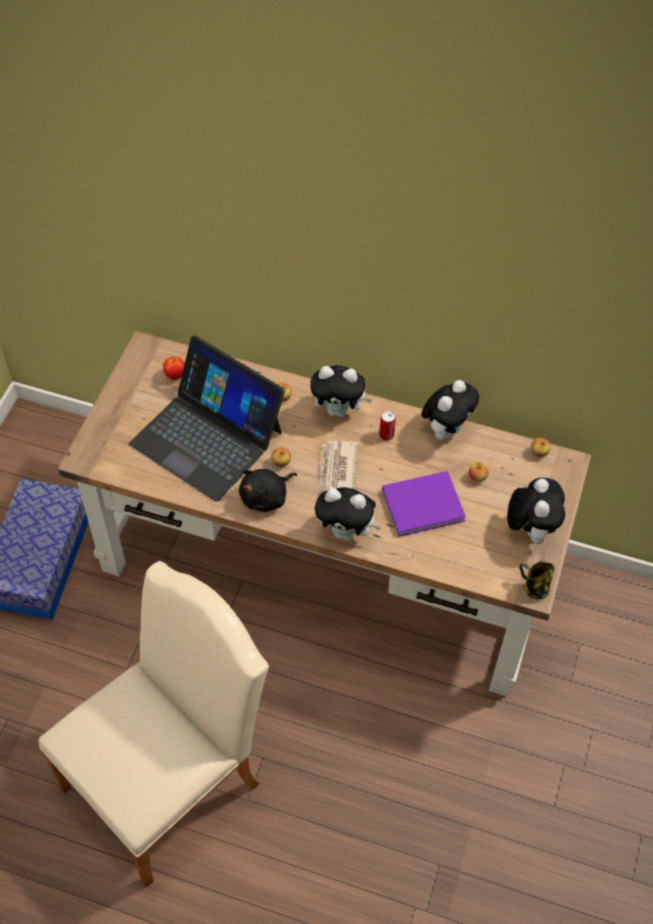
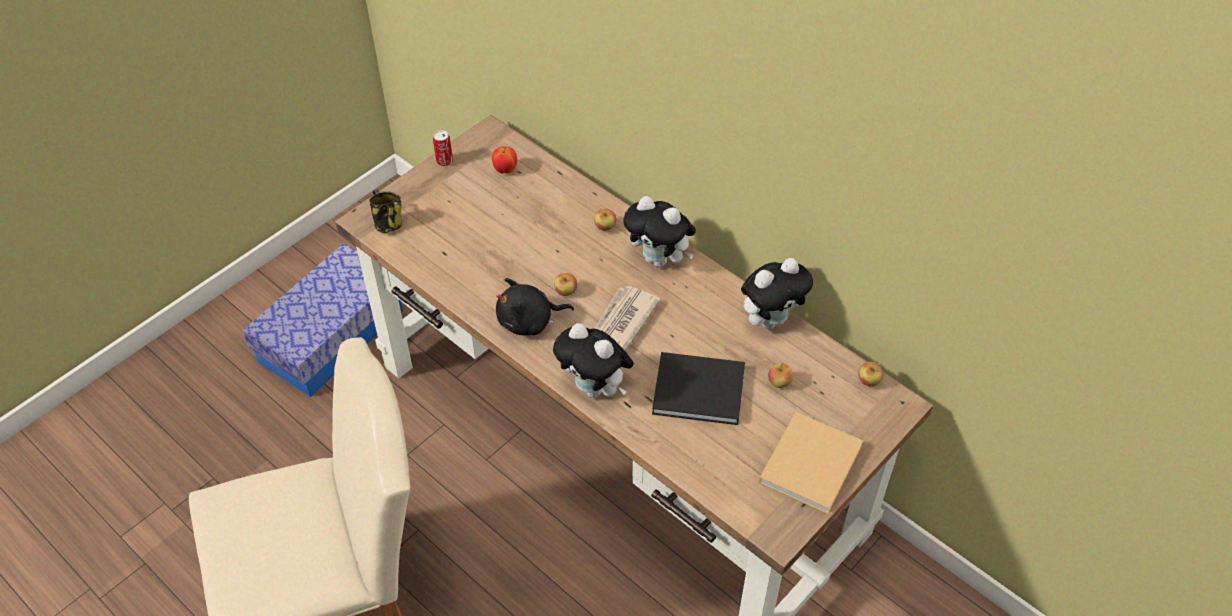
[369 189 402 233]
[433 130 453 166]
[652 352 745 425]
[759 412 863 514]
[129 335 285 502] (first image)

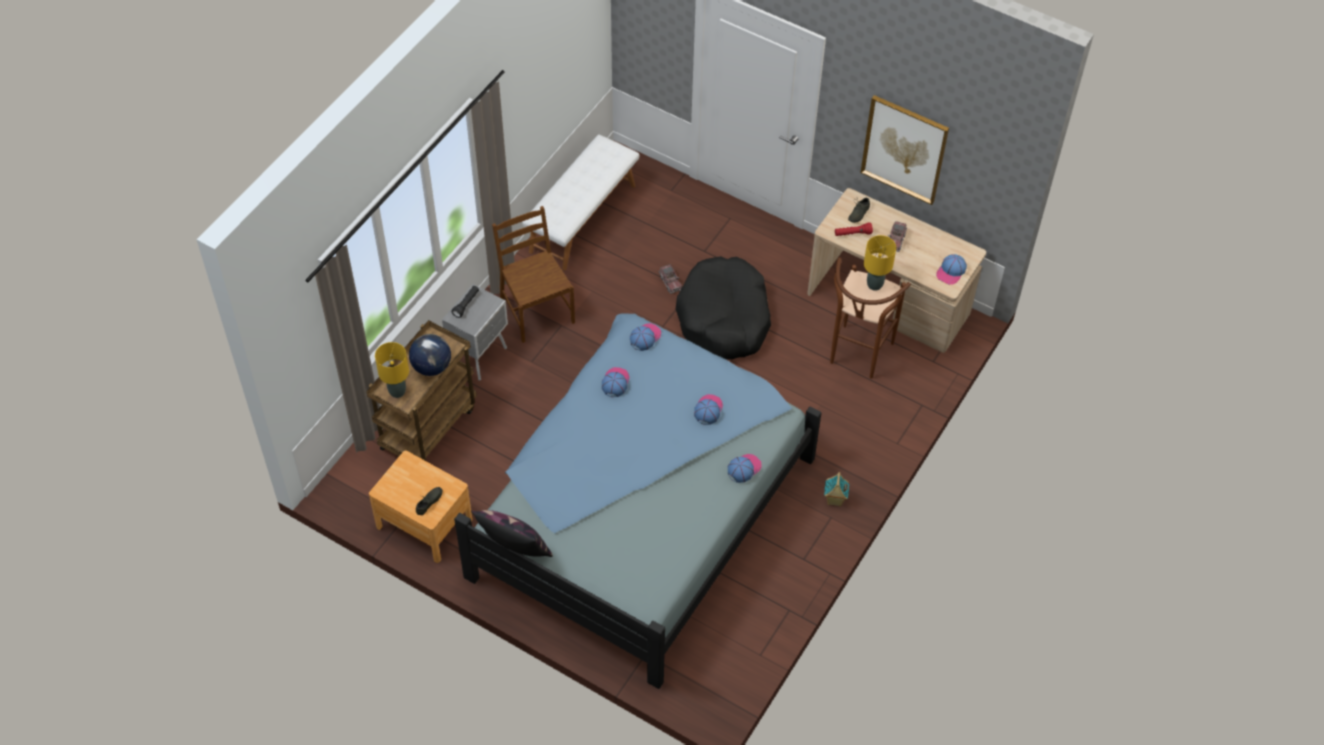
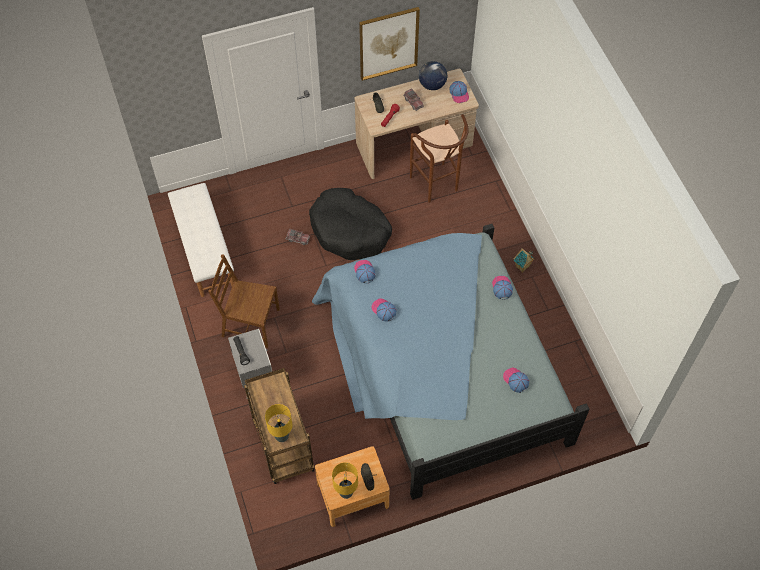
[332 462 358 499]
[419 61 447 90]
[503 367 529 393]
[471 510 553 557] (first image)

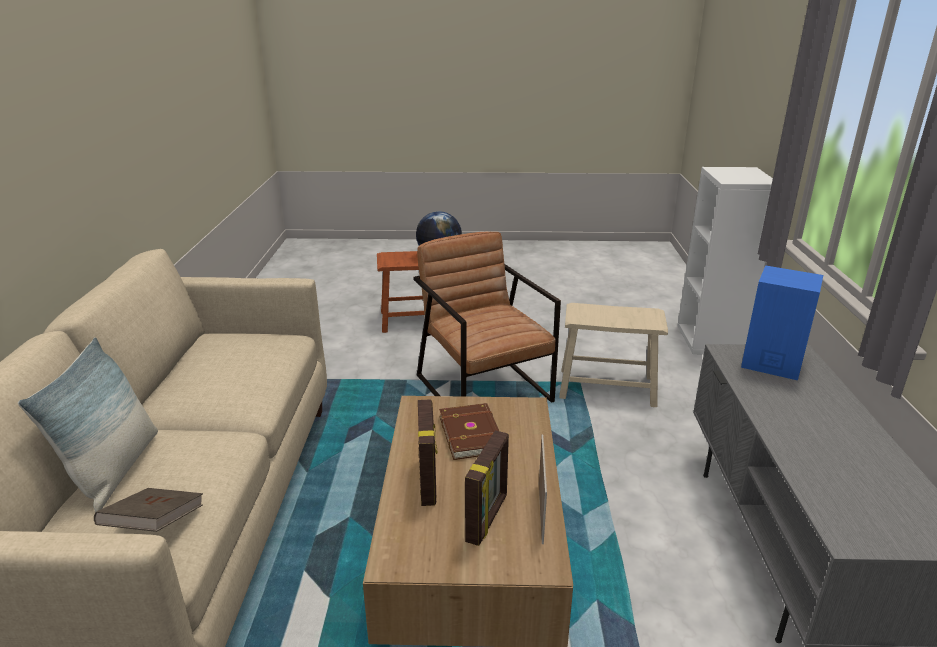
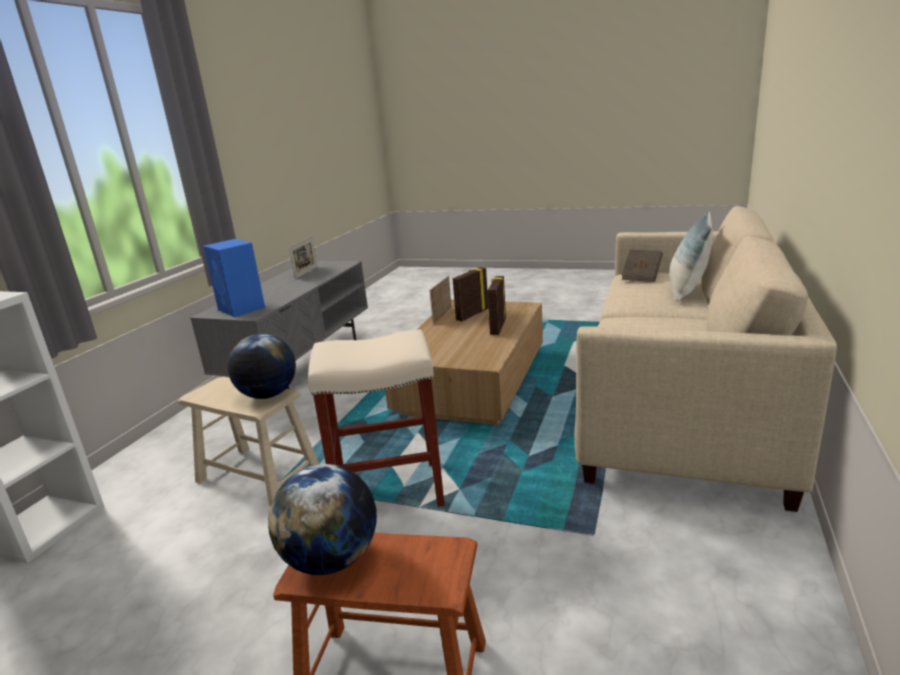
[228 334 296 399]
[289 237 317 279]
[308 329 445 507]
[439 403 499 460] (first image)

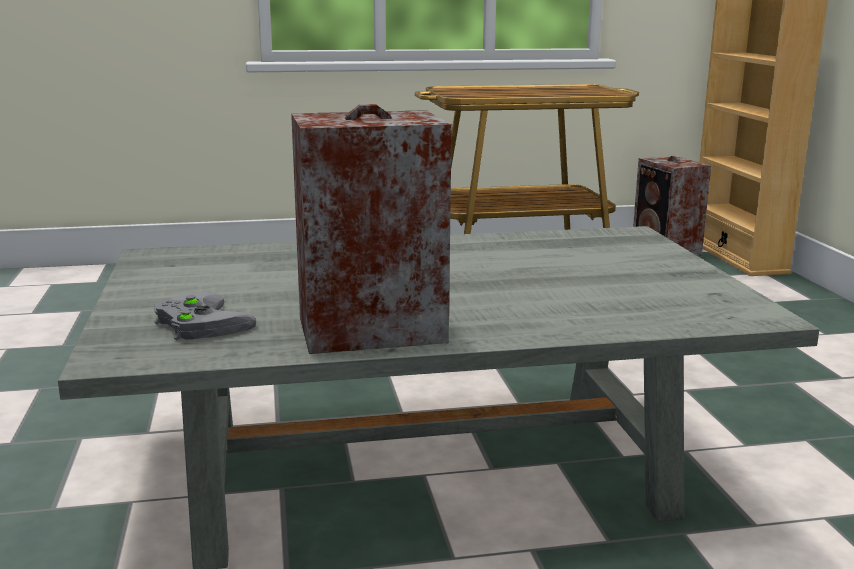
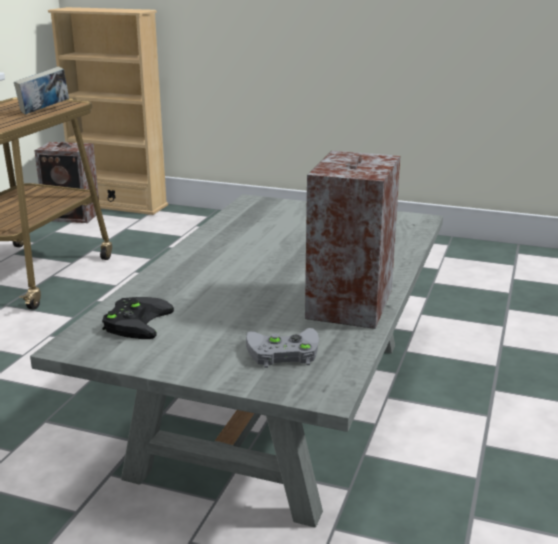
[14 67 69 114]
[102 297 174 339]

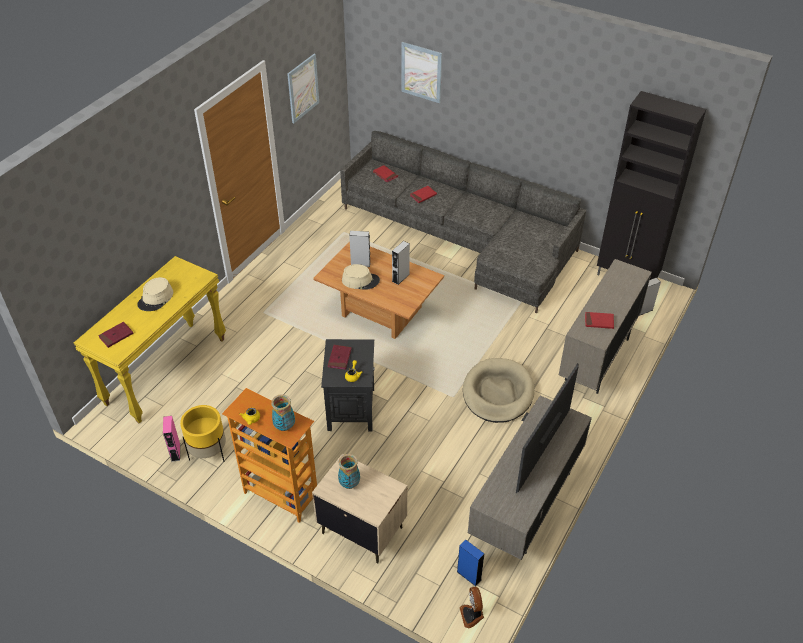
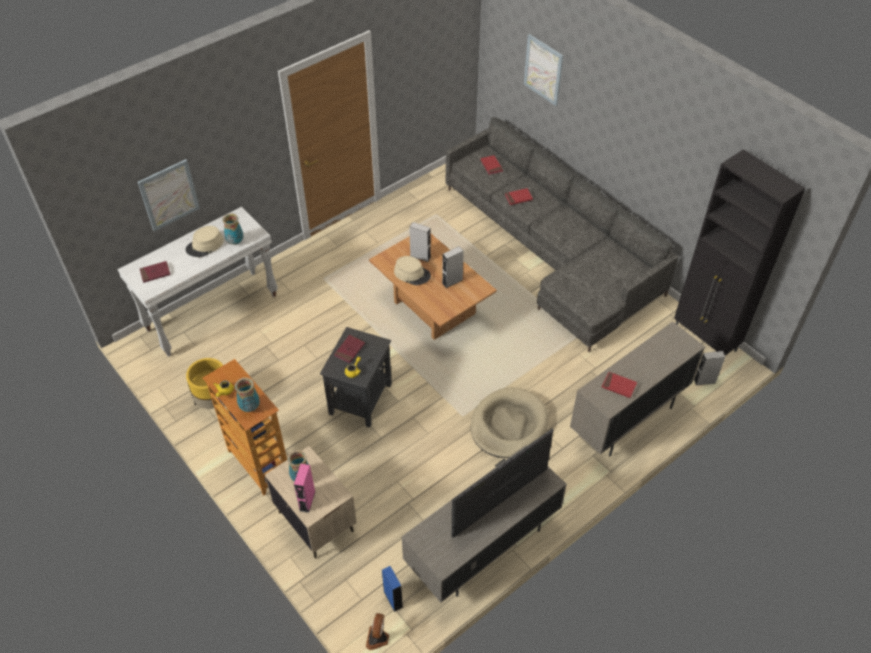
[117 207 278 357]
[138 159 200 231]
[222 214 243 245]
[294 463 316 513]

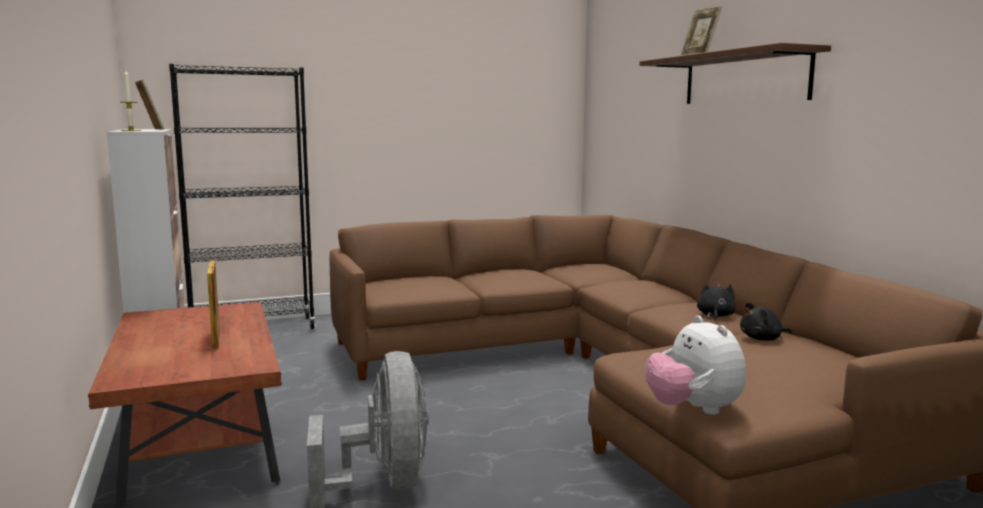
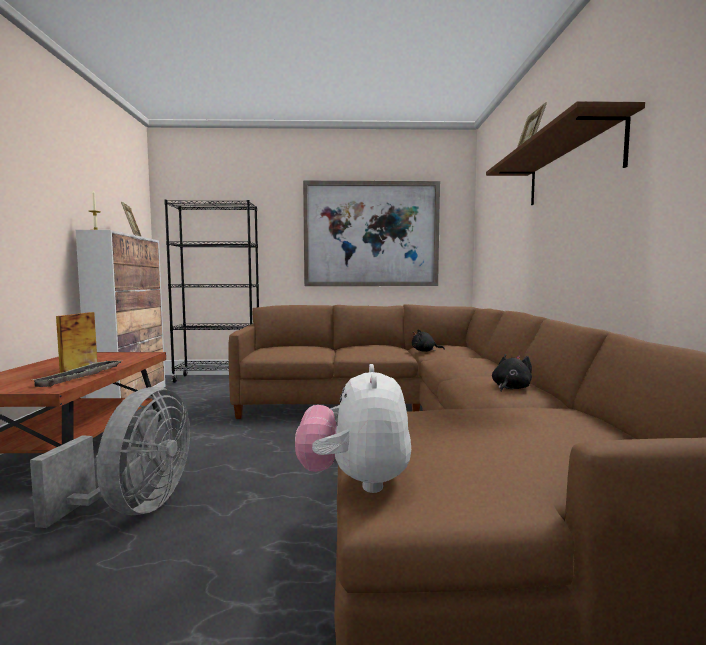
[33 360 121 387]
[303 181 440 286]
[412 330 445 352]

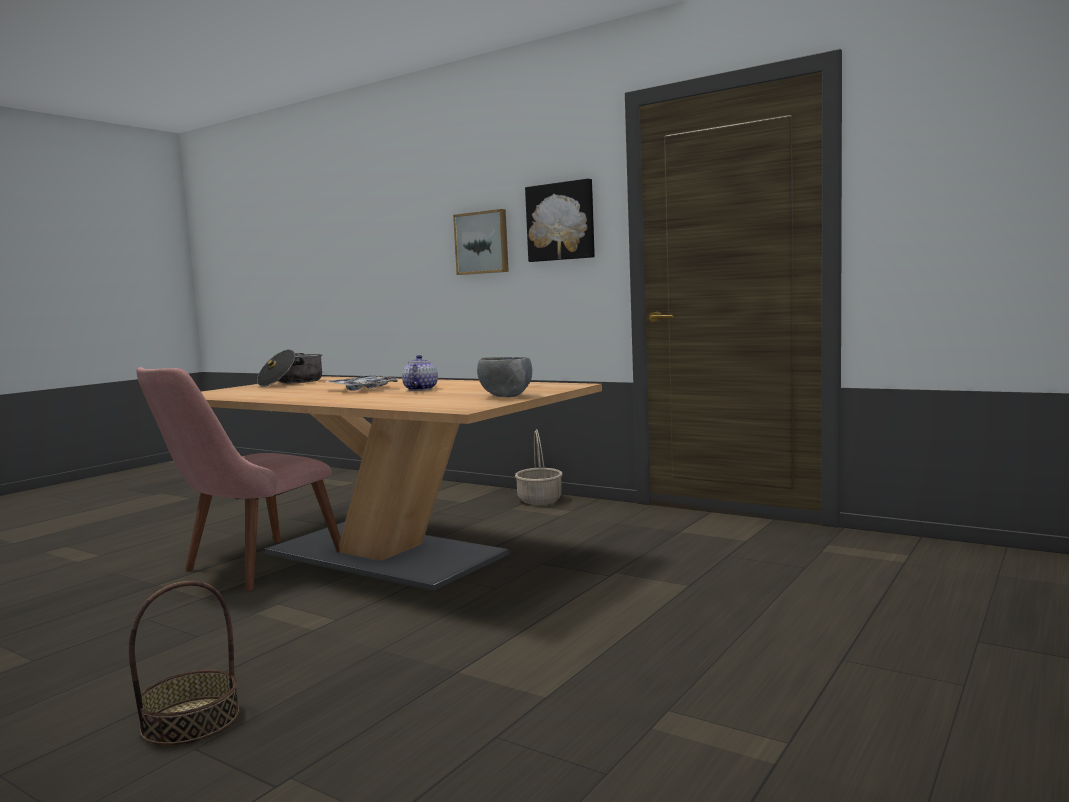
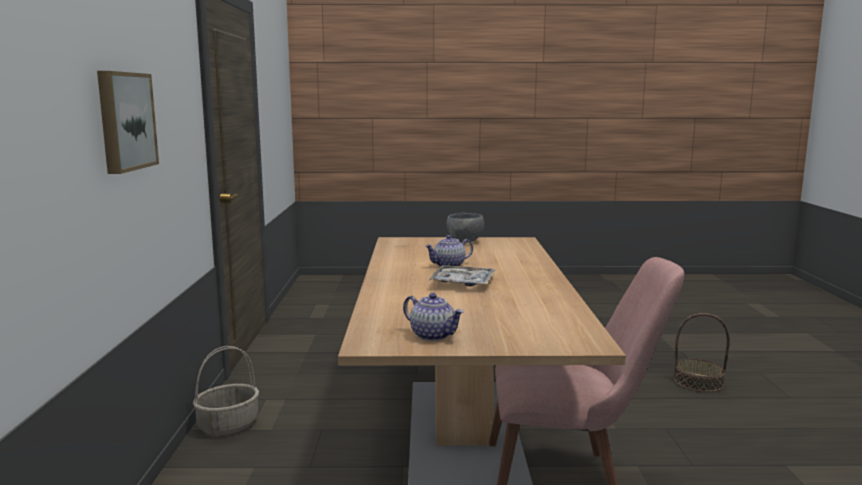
[403 293 464 341]
[525 178 595 262] (first image)

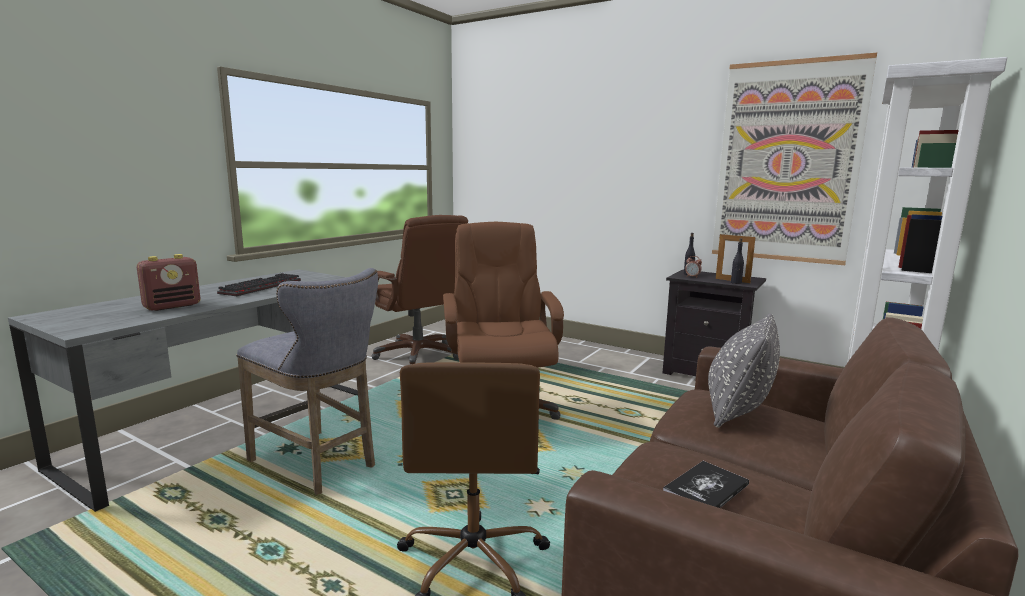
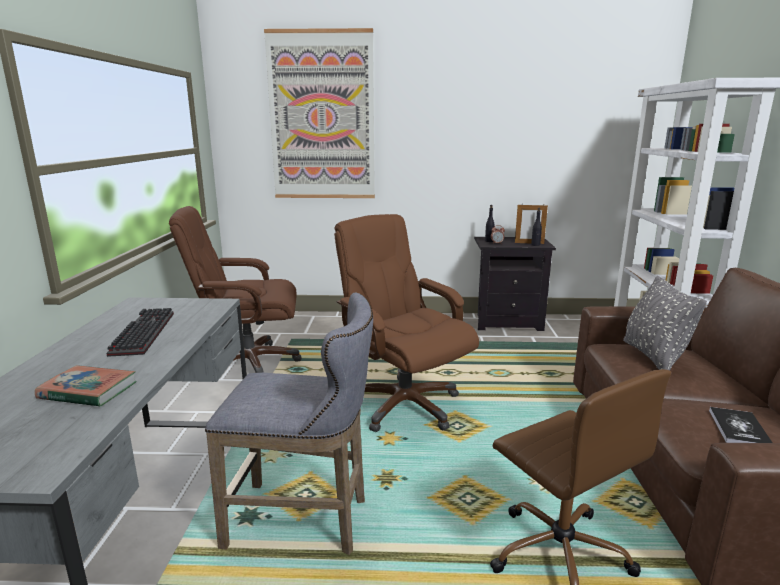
[35 365 136 407]
[169 206 301 373]
[264 28 375 198]

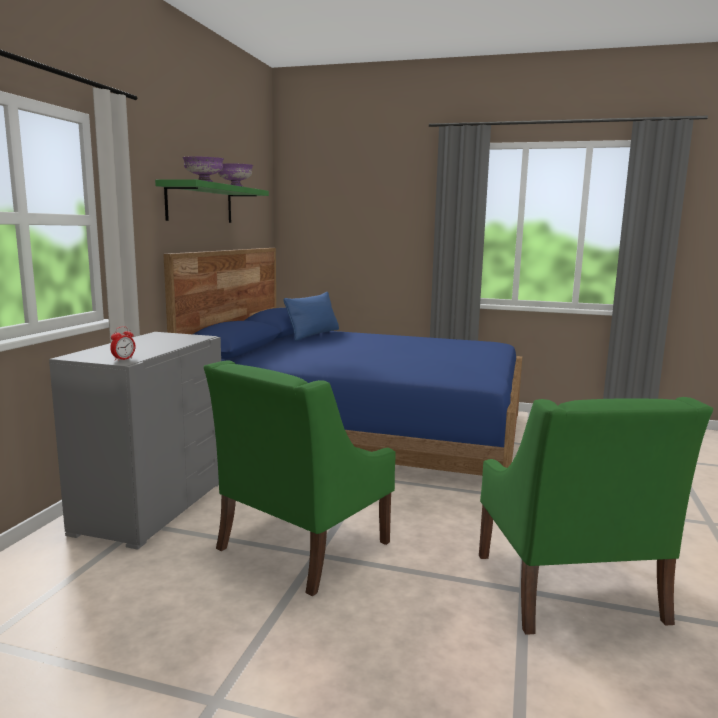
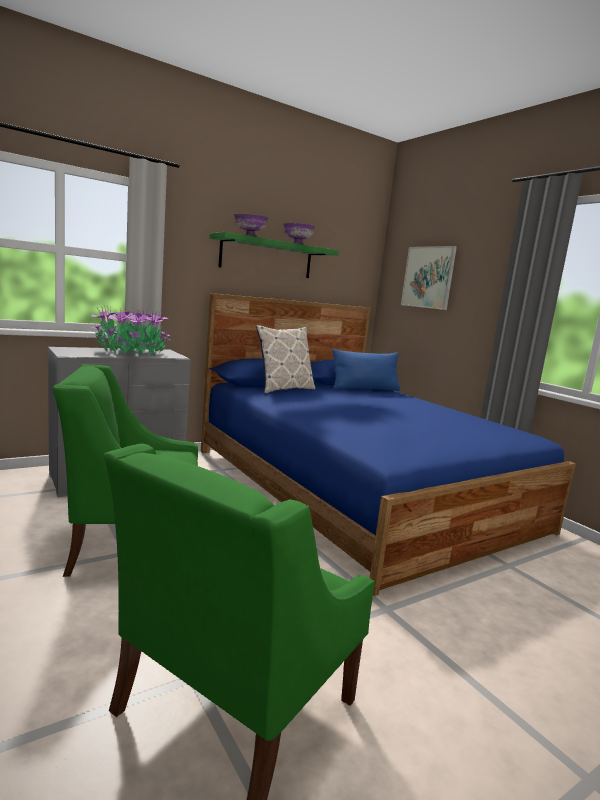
[91 304 170 354]
[256 325 315 394]
[401 246 457 310]
[110 326 135 361] (first image)

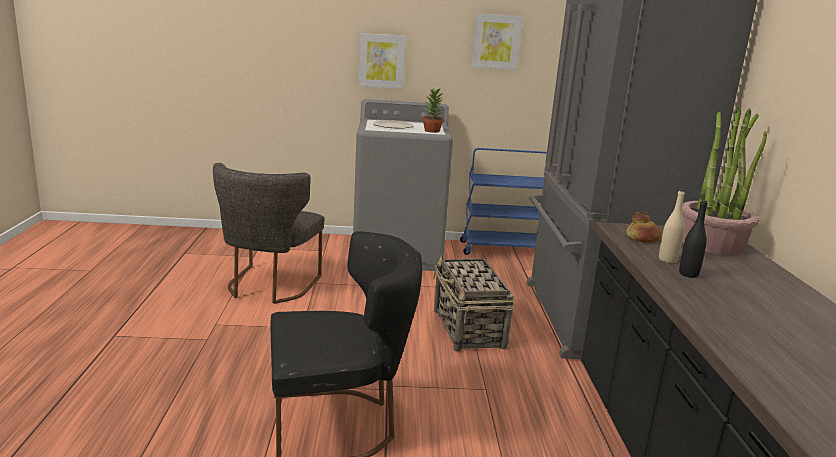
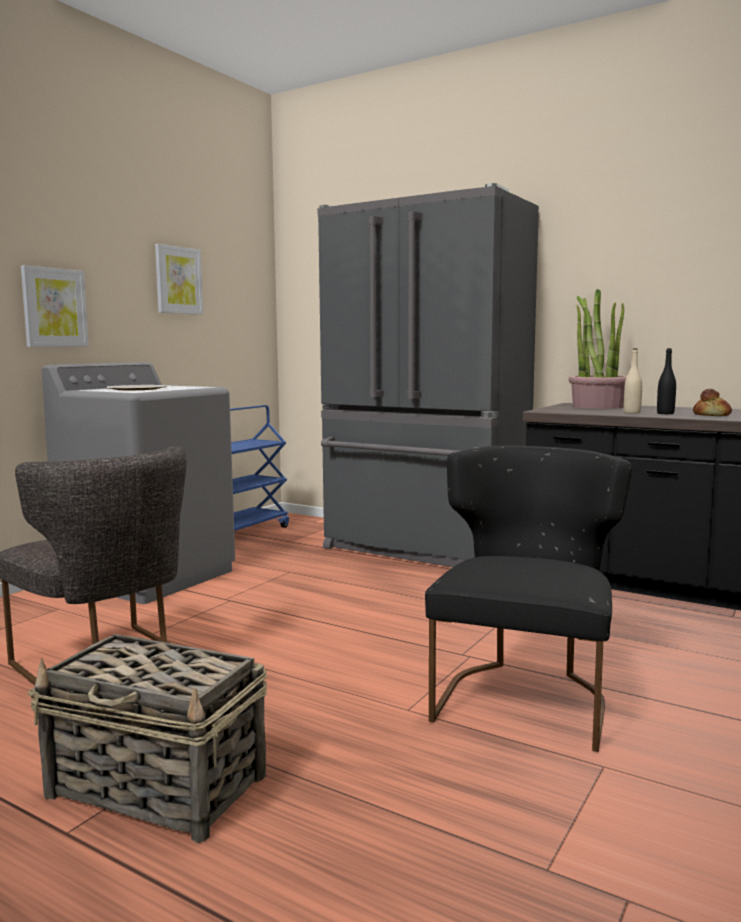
[28 634 267 843]
[693 389 732 416]
[422 88 444 133] (first image)

